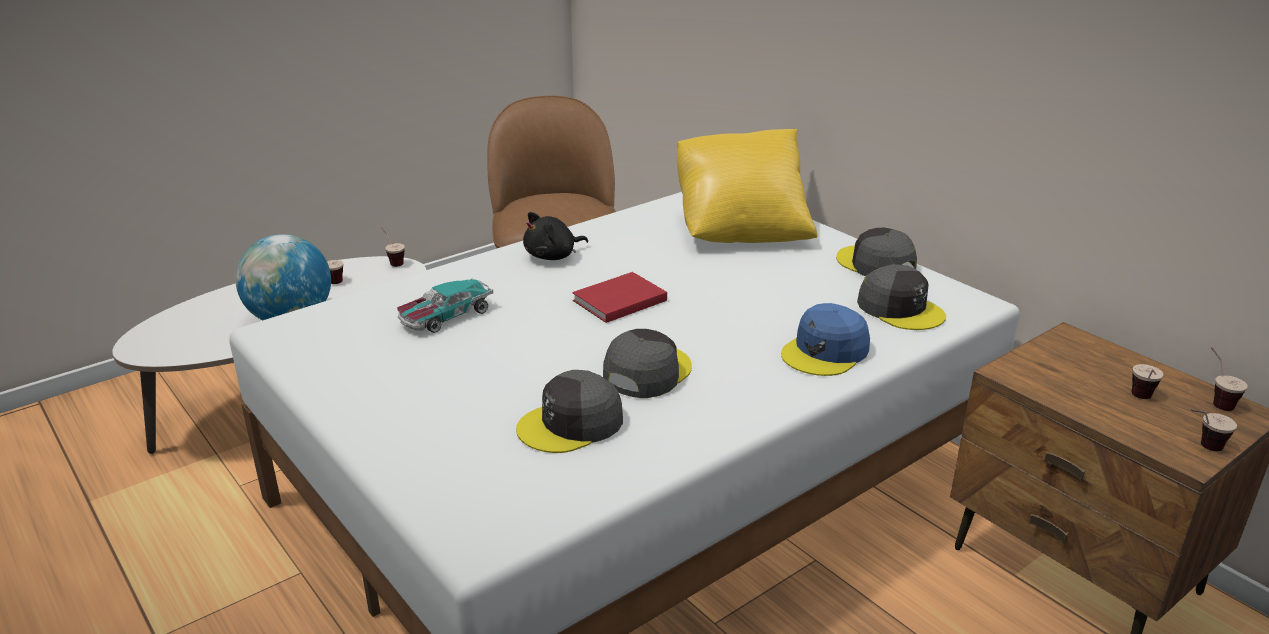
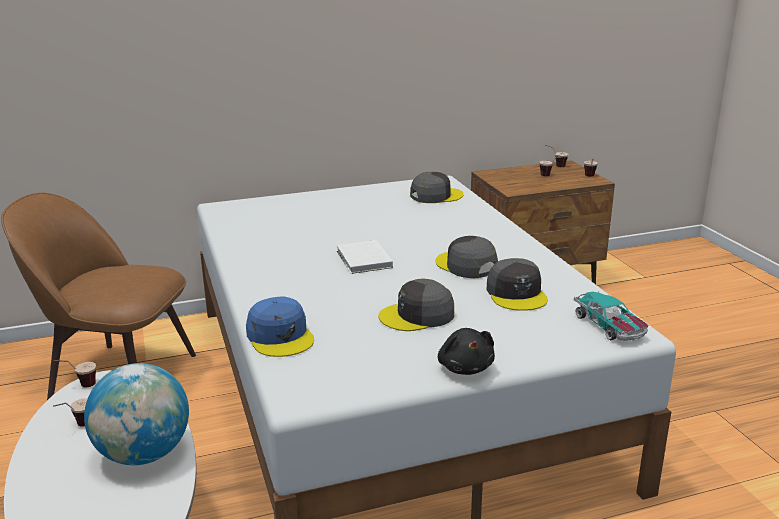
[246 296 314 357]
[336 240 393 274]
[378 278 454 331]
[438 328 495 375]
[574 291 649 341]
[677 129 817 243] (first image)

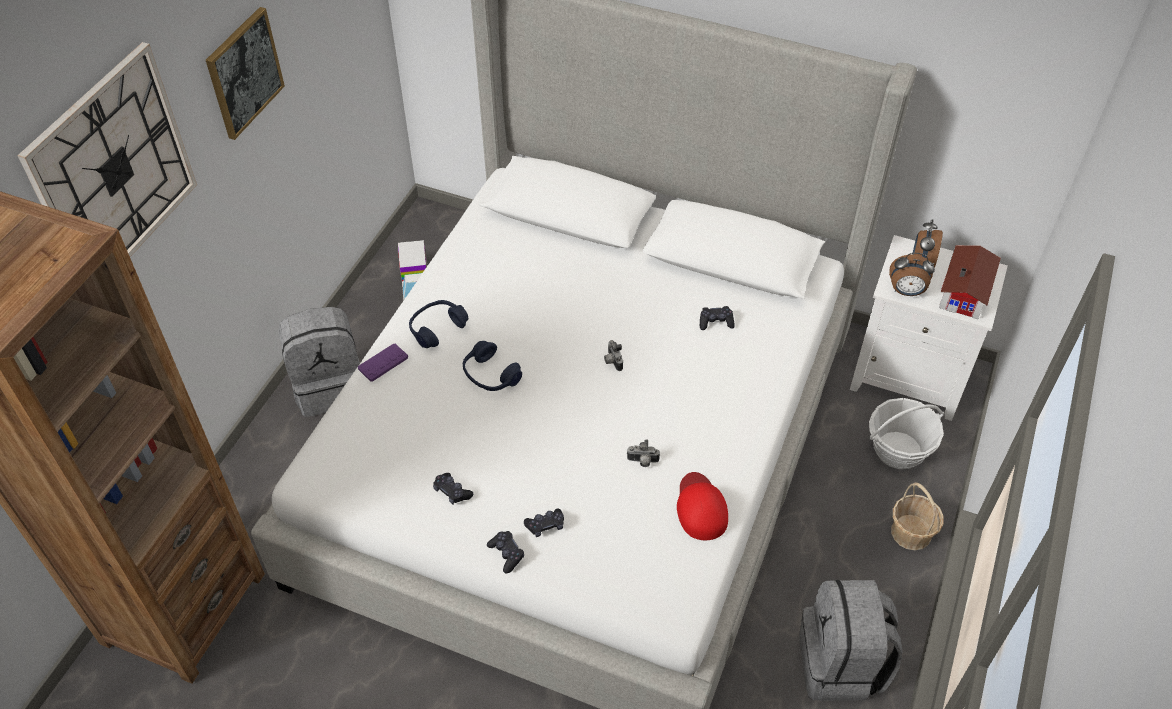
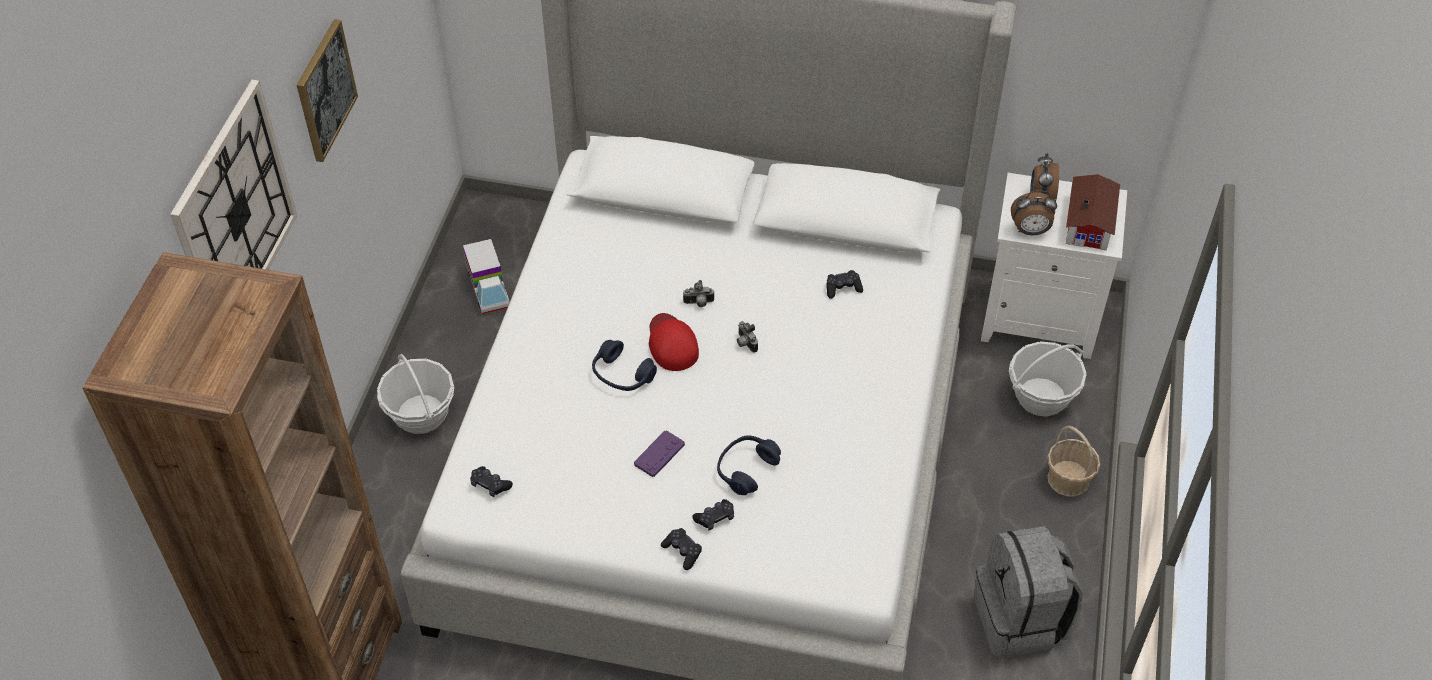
[377 354 454 434]
[470 466 513 497]
[634 430 685 477]
[649 313 699 371]
[683 280 715 307]
[717 436 781 495]

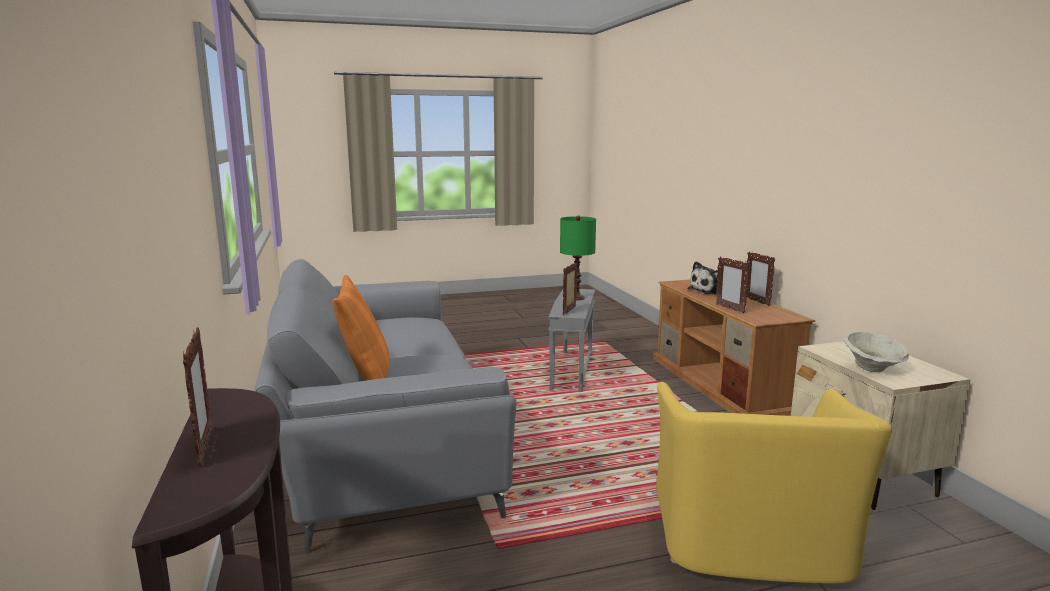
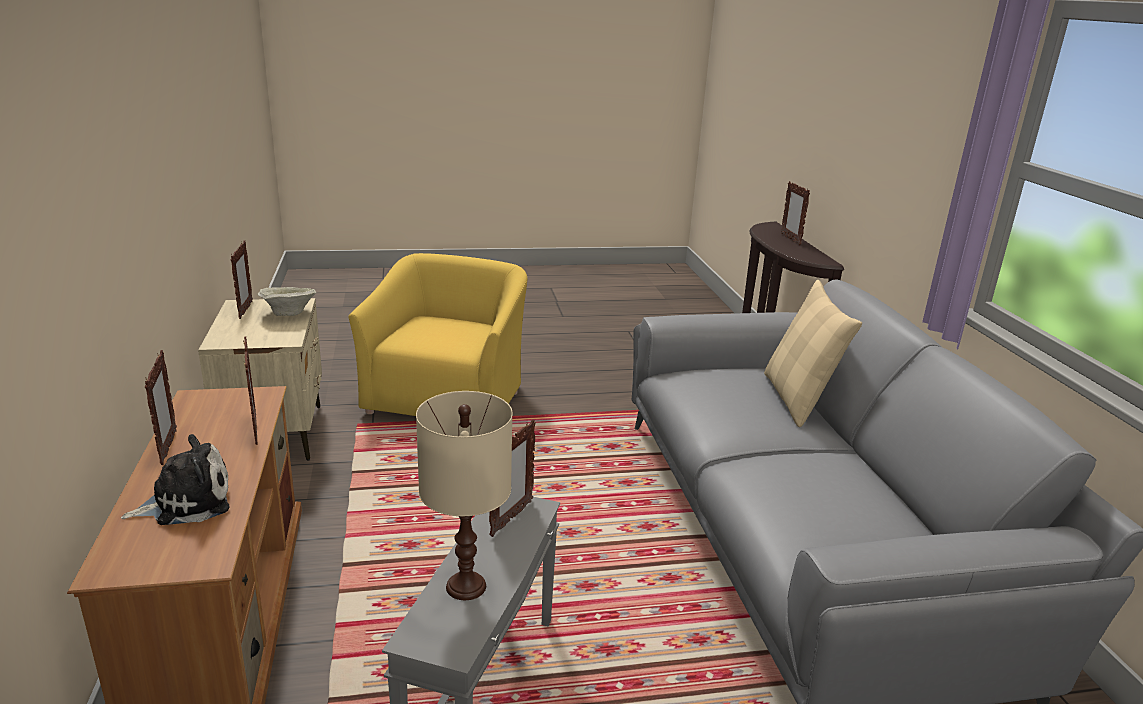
[231 240 253 319]
[416 391 513 600]
[764 280 862 427]

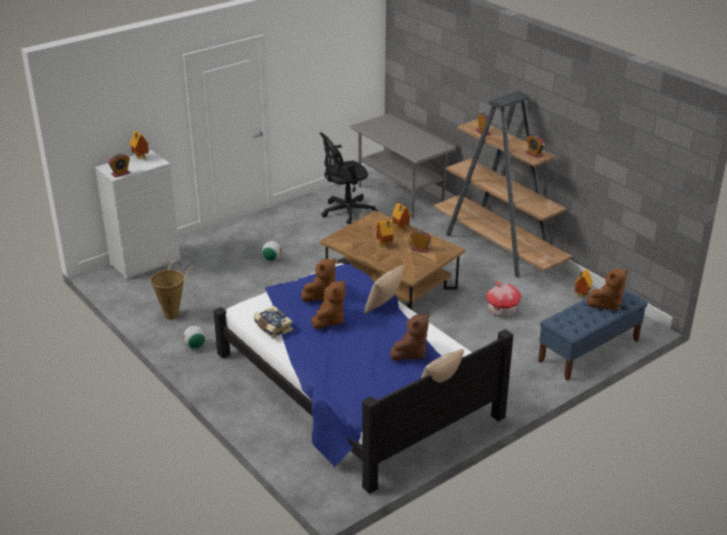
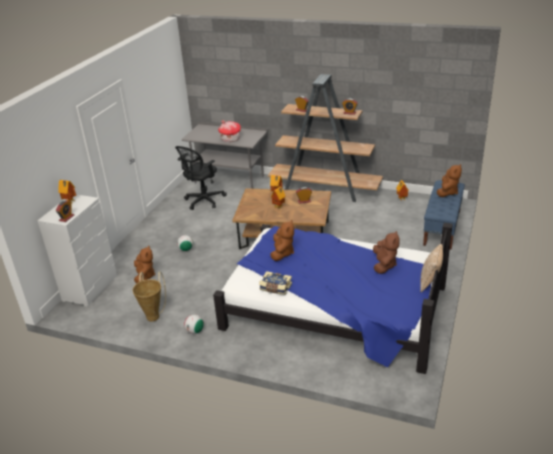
[134 245 155 283]
[218 120 241 142]
[364 265 404 314] (first image)

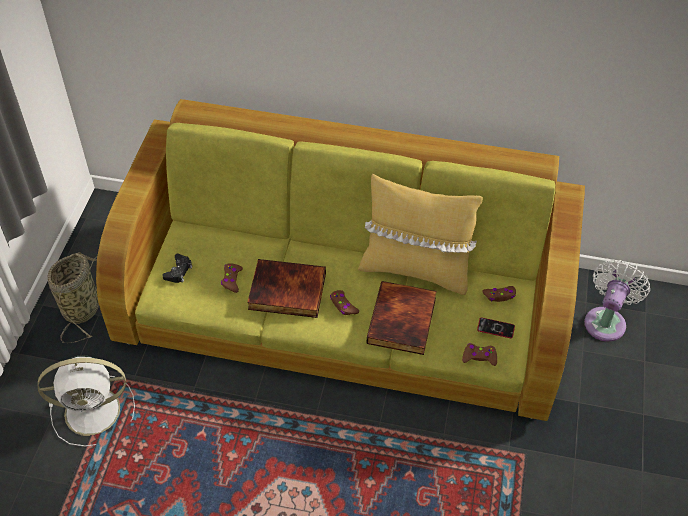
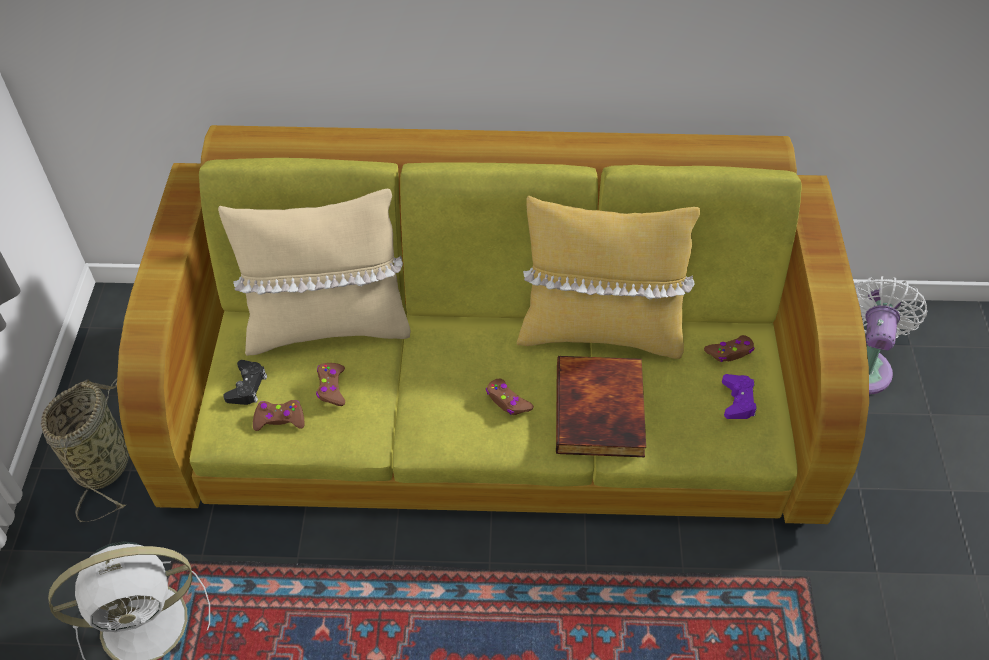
[218 189 410 356]
[253 400 305 431]
[722 374 757 419]
[247 259 326 318] (first image)

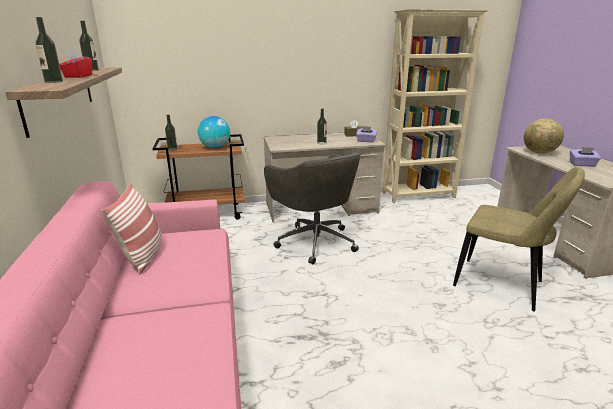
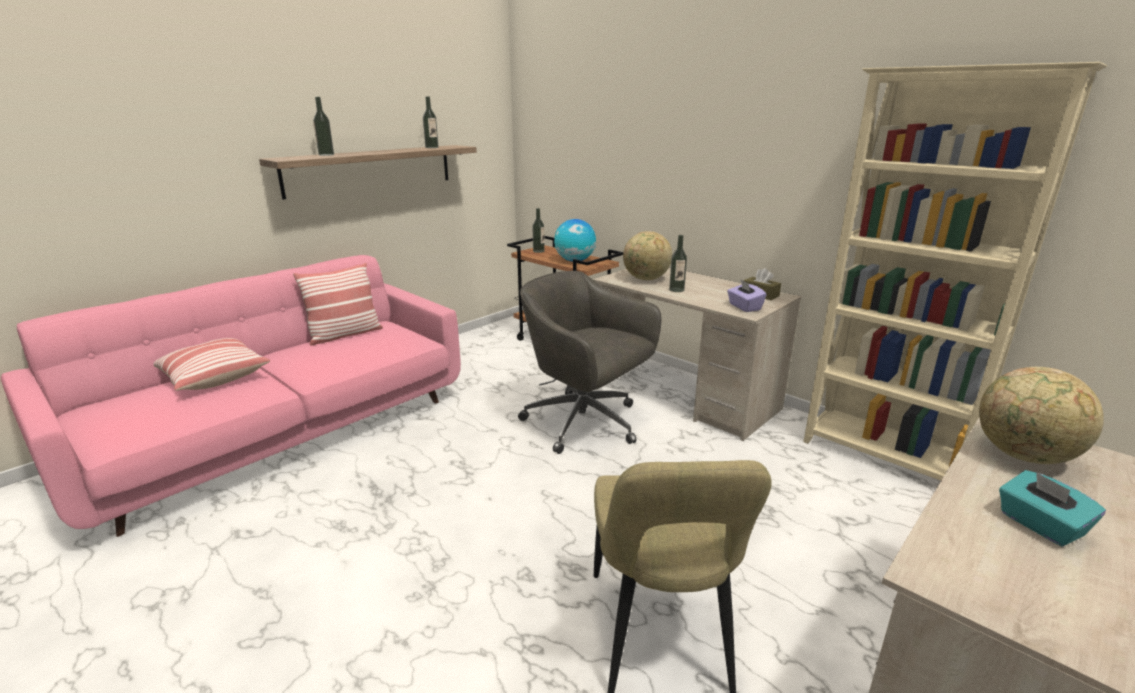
[154 338 270 391]
[518 271 662 454]
[623 231 672 280]
[999 470 1106 547]
[59 51 92 78] (first image)

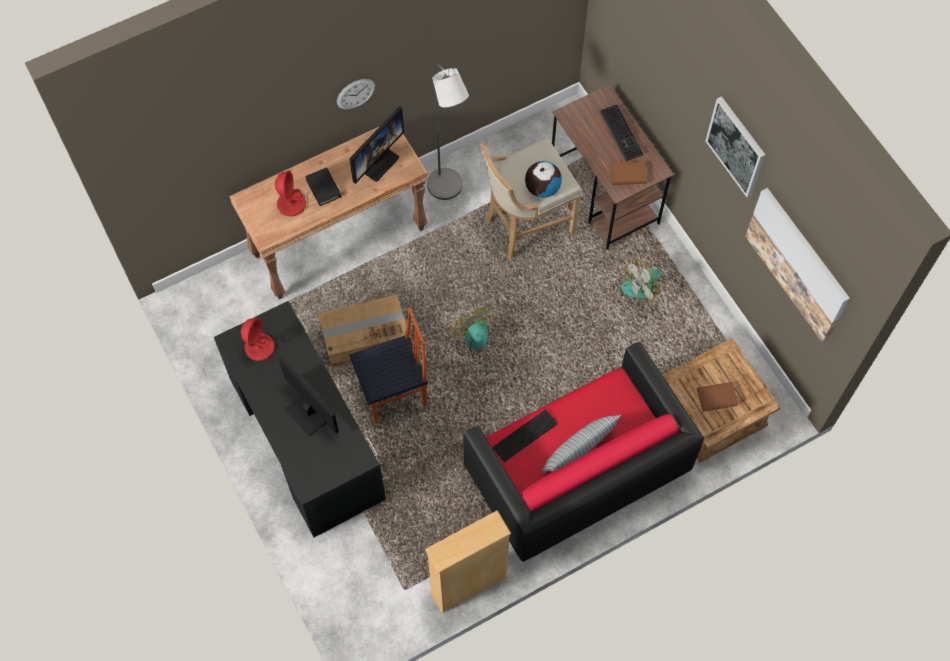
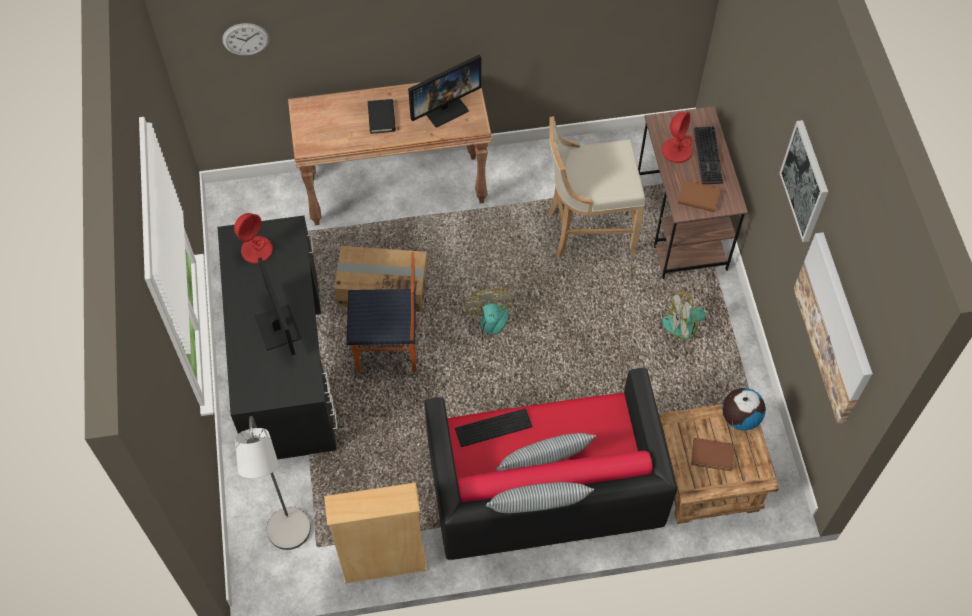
[222 23 269 56]
[235 416 311 550]
[485 482 594 513]
[662 112 692 163]
[722 388 766 430]

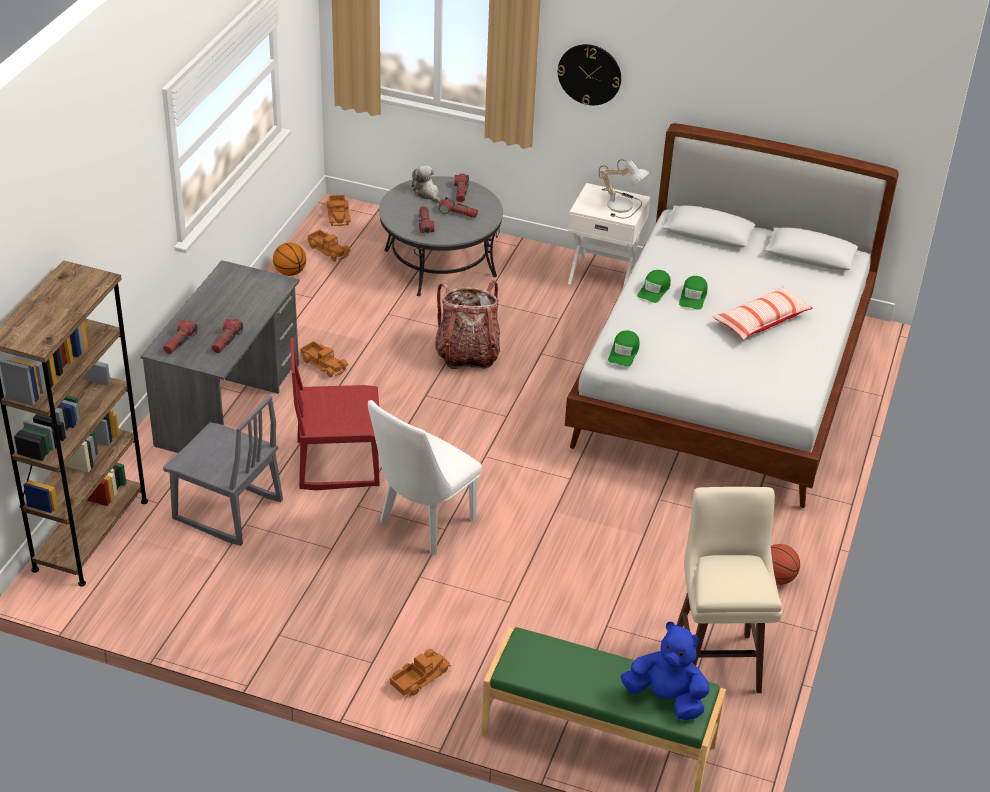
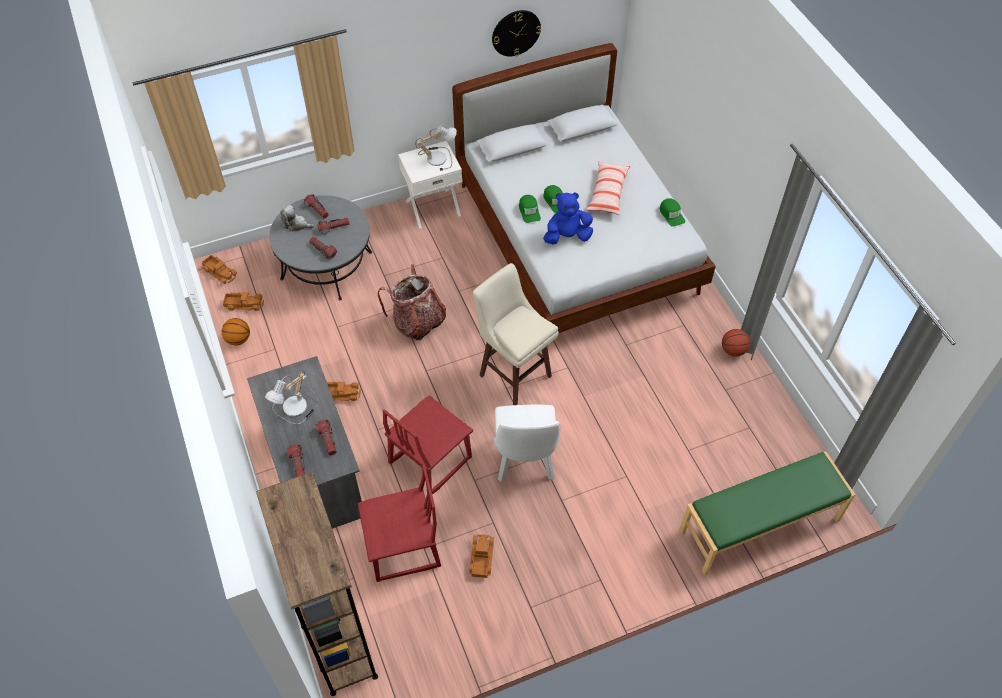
[265 370 318 425]
[357 465 441 582]
[469 534 494 578]
[473 263 558 405]
[492 10 541 56]
[543 192 593 245]
[660 198 685 227]

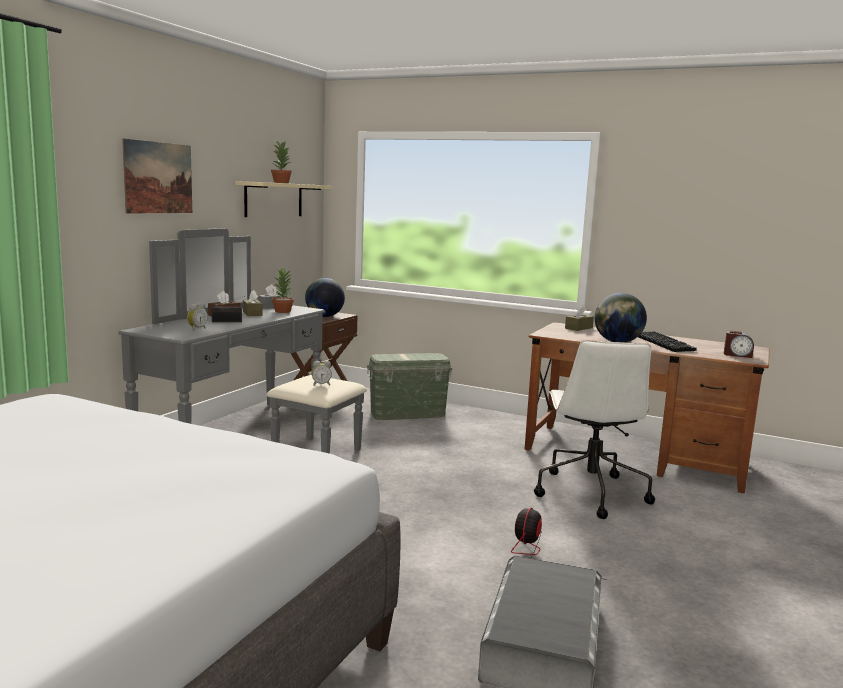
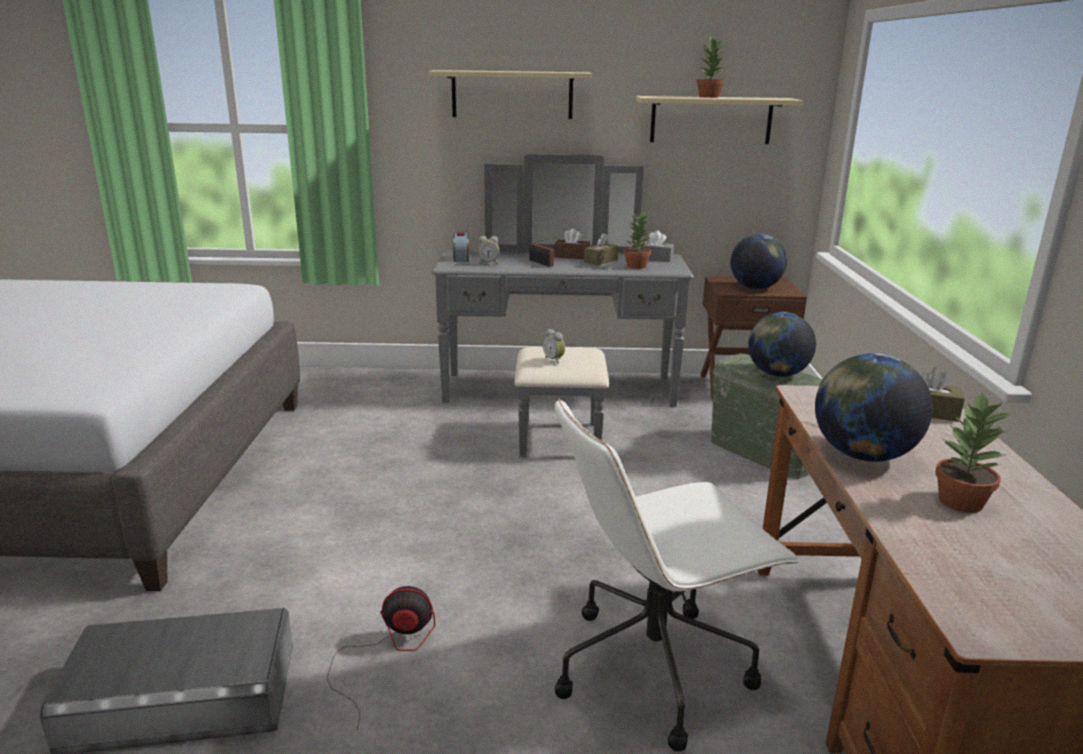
[429 70 592 119]
[453 232 469 262]
[748 312 816 377]
[935 392 1013 513]

